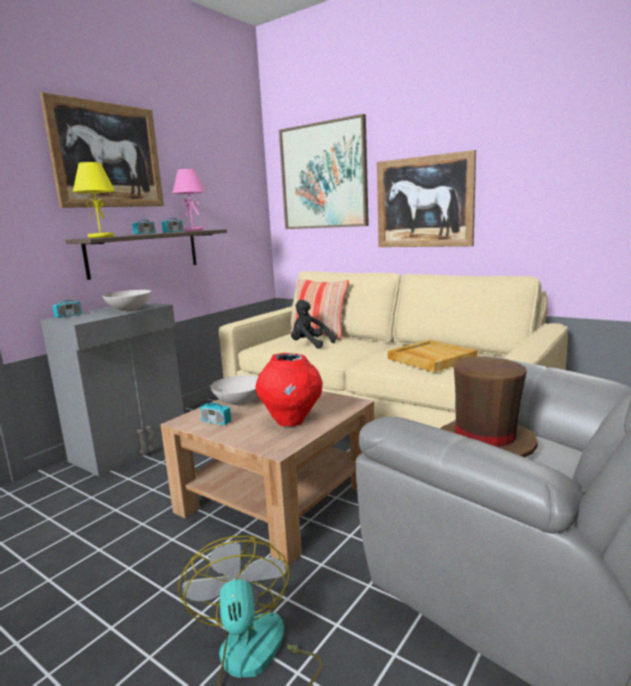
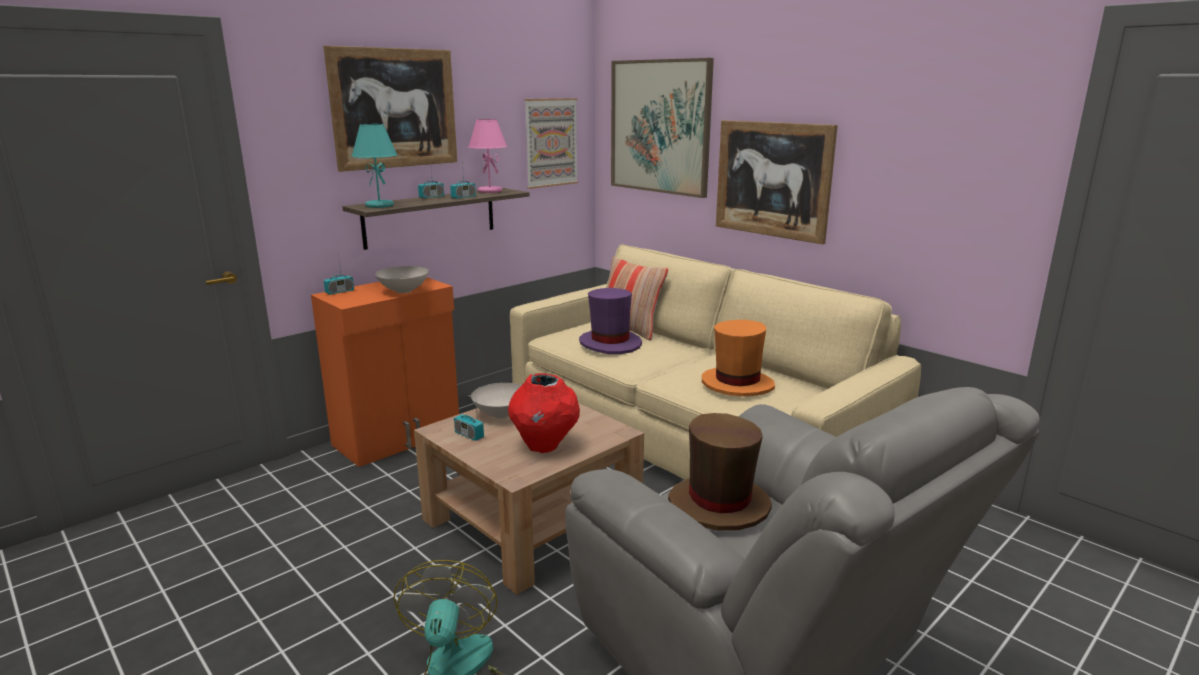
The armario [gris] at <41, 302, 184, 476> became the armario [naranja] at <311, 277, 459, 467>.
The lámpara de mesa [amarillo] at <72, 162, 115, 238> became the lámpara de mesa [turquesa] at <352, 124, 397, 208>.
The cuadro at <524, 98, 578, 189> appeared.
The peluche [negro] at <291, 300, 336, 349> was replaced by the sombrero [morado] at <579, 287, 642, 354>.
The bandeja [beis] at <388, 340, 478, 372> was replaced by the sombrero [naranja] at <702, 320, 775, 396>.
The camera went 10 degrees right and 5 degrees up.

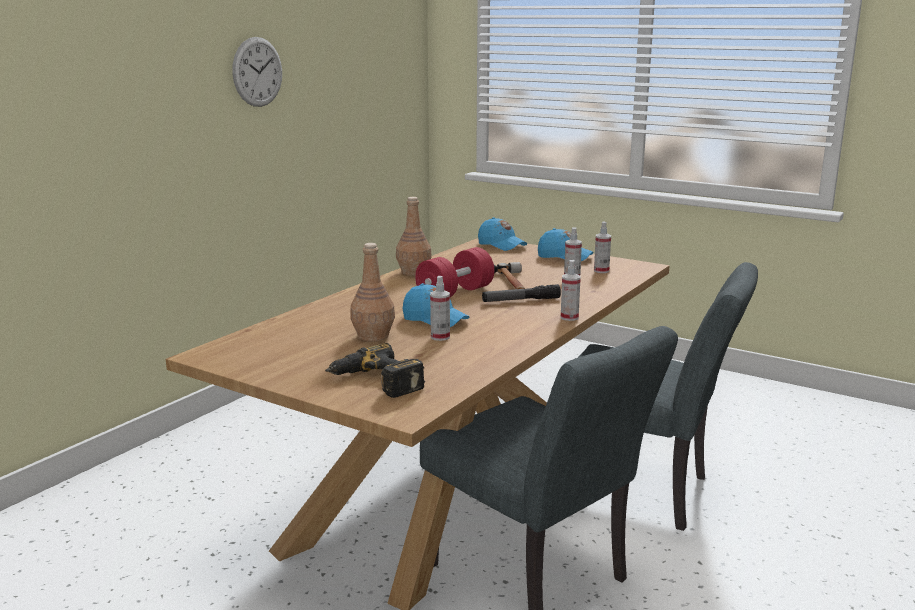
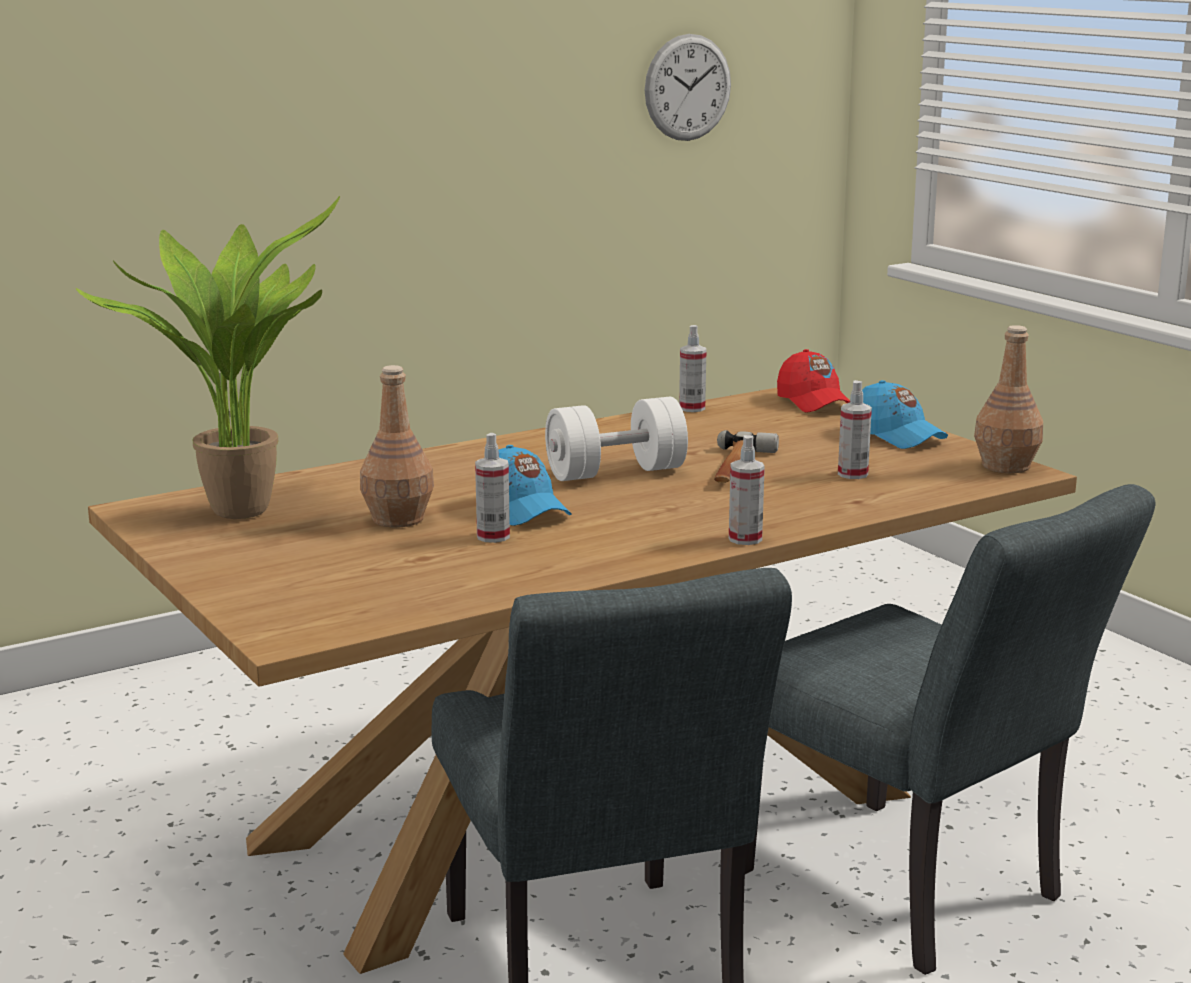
The planta en maceta at <76, 196, 340, 519> appeared.
The mancuerna [rojo] at <415, 247, 494, 297> became the mancuerna [blanco] at <545, 397, 688, 481>.
The reloj de pared moved from <232, 37, 282, 107> to <645, 34, 731, 141>.
The pulverizador moved from <594, 221, 611, 273> to <679, 325, 707, 412>.
The gorra [azul] at <478, 217, 527, 251> became the gorra [rojo] at <777, 349, 850, 413>.
The botella [marrón] moved from <396, 197, 432, 276> to <974, 325, 1043, 473>.
The taladro at <325, 343, 425, 398> disappeared.
The linterna at <482, 284, 561, 302> disappeared.
The camera went 25 degrees right and 0 degrees up.

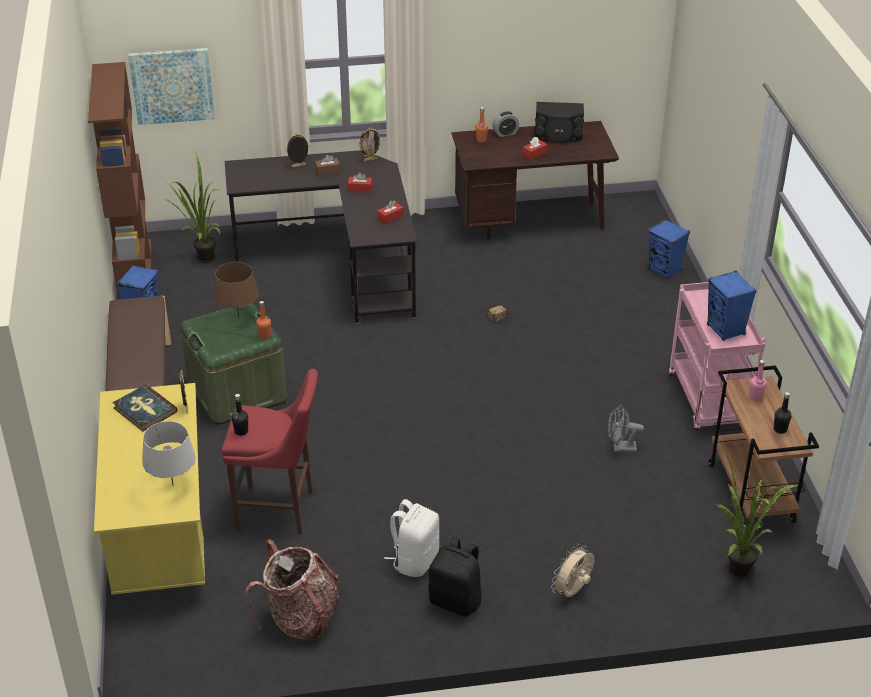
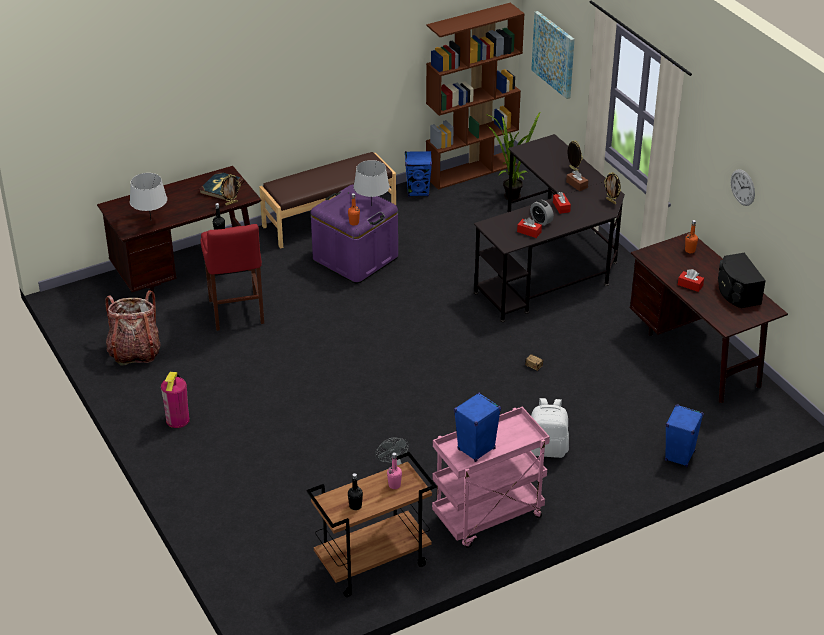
The escritorio [amarillo] at <94, 383, 205, 595> became the escritorio [marrón] at <97, 166, 261, 298>.
The mochila [negro] at <428, 537, 482, 617> was replaced by the extintor at <161, 372, 190, 428>.
The caja de almacenaje [verde] at <180, 303, 287, 425> became the caja de almacenaje [morado] at <311, 184, 398, 284>.
The lámpara de mesa [marrón] at <214, 262, 259, 318> became the lámpara de mesa [gris] at <354, 160, 390, 201>.
The despertador moved from <492, 111, 519, 137> to <530, 200, 554, 226>.
The mochila [blanco] moved from <384, 499, 439, 577> to <531, 398, 569, 458>.
The reloj de pared at <731, 169, 755, 206> appeared.
The ventilador [beis] at <551, 544, 595, 597> disappeared.
The planta en maceta at <715, 450, 798, 579> disappeared.
The camera went 70 degrees right and 0 degrees up.

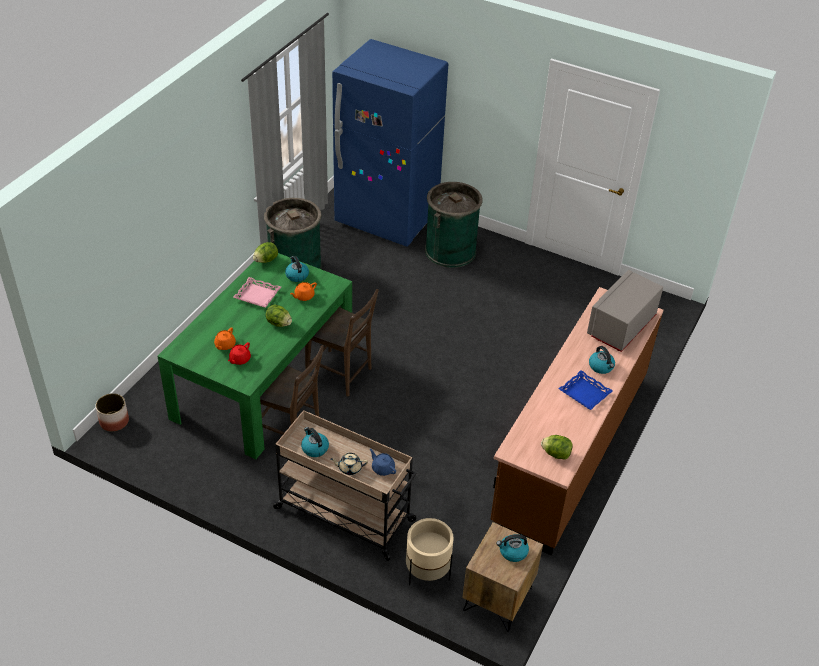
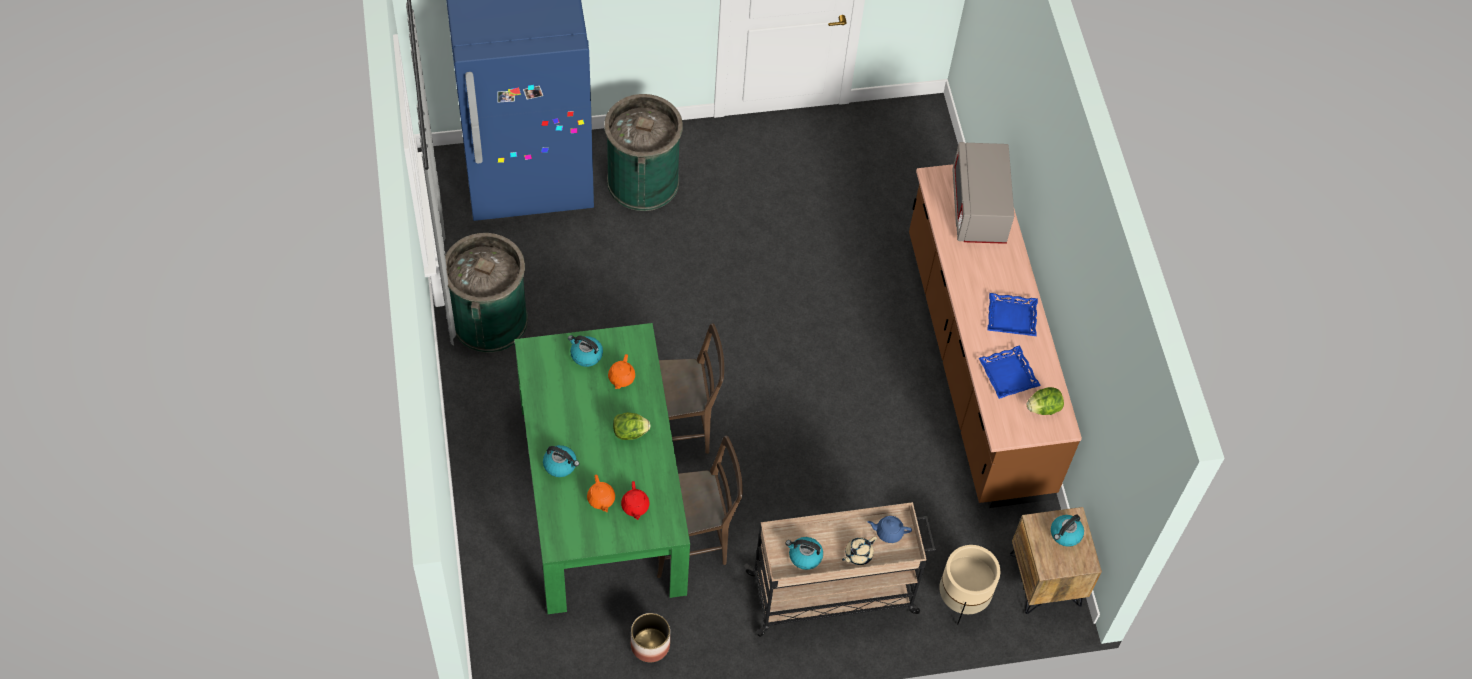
The hervidor moved from <589, 346, 615, 374> to <543, 445, 579, 477>.
The maceta moved from <96, 393, 129, 431> to <631, 613, 670, 662>.
The bandeja [azul] at <979, 345, 1041, 399> appeared.
The bandeja [rosa] at <233, 277, 281, 307> disappeared.
The lechuga at <253, 242, 278, 263> disappeared.
The camera went 40 degrees left and 15 degrees up.

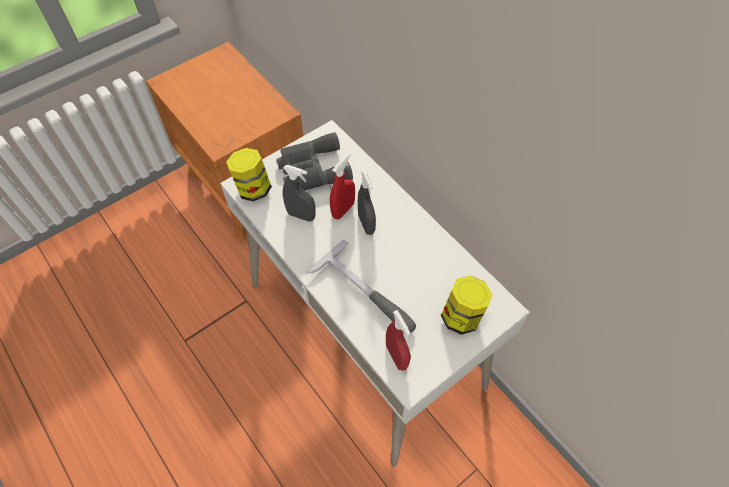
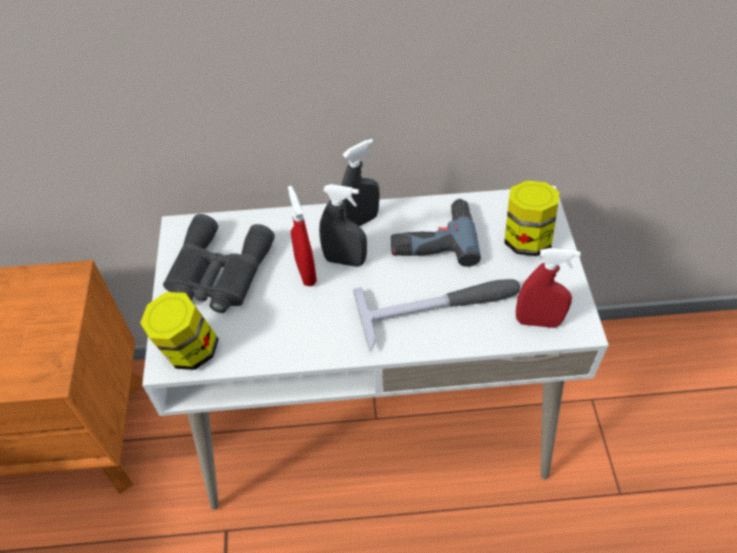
The pulverizador [gris] moved from <283, 165, 316, 222> to <341, 139, 380, 226>.
The taladro at <391, 199, 481, 267> appeared.
The camera went 55 degrees left and 5 degrees down.

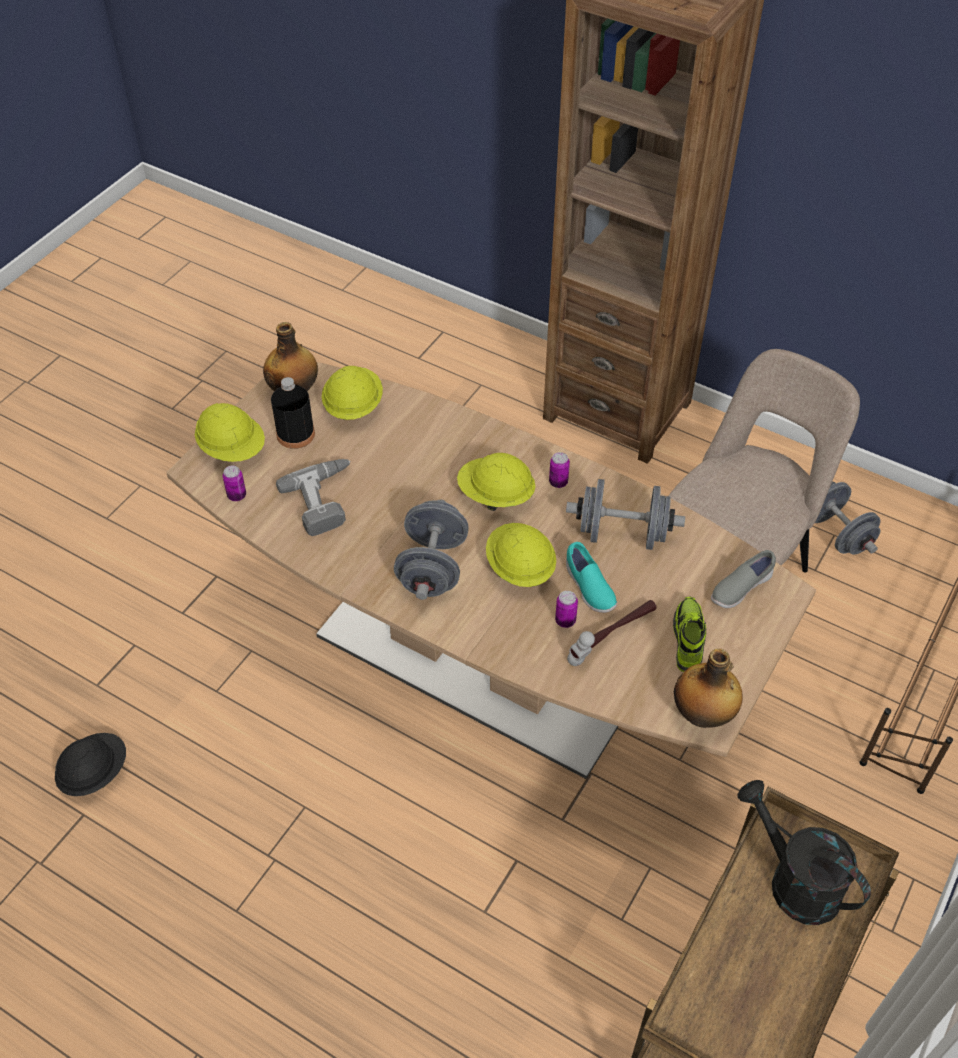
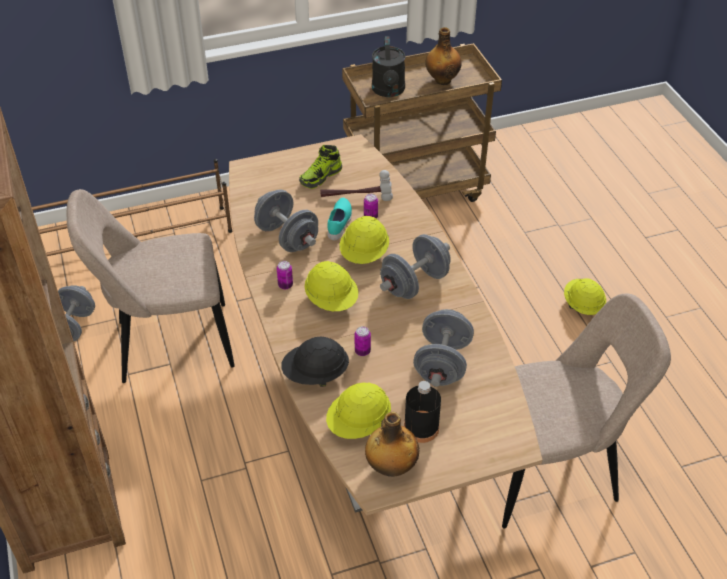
The casco [negro] moved from <55, 733, 126, 796> to <281, 337, 349, 387>.
The lata moved from <223, 466, 246, 501> to <355, 326, 371, 356>.
The taladro at <276, 459, 351, 536> was replaced by the mancuerna [gris] at <413, 309, 474, 387>.
The botella moved from <674, 649, 743, 728> to <425, 27, 462, 85>.
The silla [beis] at <502, 293, 671, 529> appeared.
The casco [amarillo] moved from <195, 403, 265, 462> to <564, 278, 606, 315>.
The zapato [gris] at <711, 550, 776, 608> disappeared.
The camera went 140 degrees left and 5 degrees down.

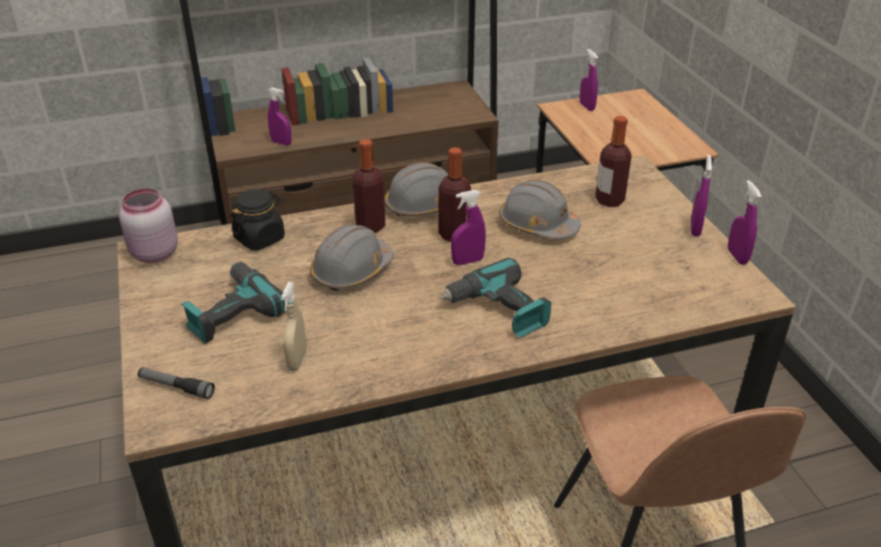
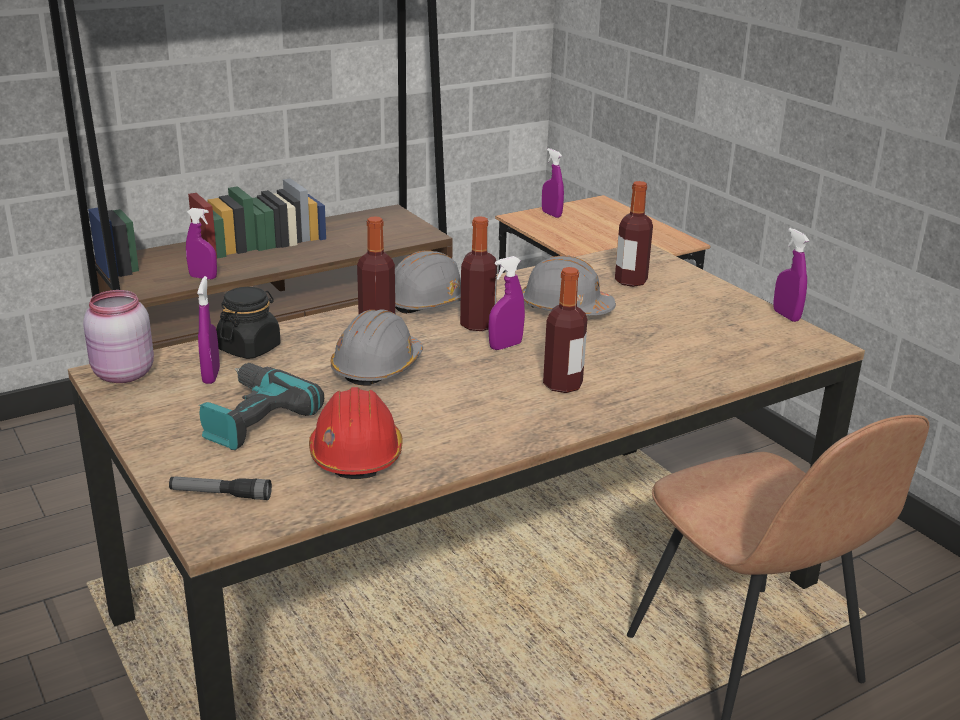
The pulverizador [morado] moved from <691, 155, 712, 236> to <197, 276, 220, 384>.
The pulverizador [beis] at <281, 282, 307, 371> was replaced by the casco [rojo] at <309, 387, 403, 479>.
The taladro at <439, 258, 551, 338> was replaced by the botella at <543, 267, 587, 393>.
The camera went 15 degrees left and 10 degrees down.

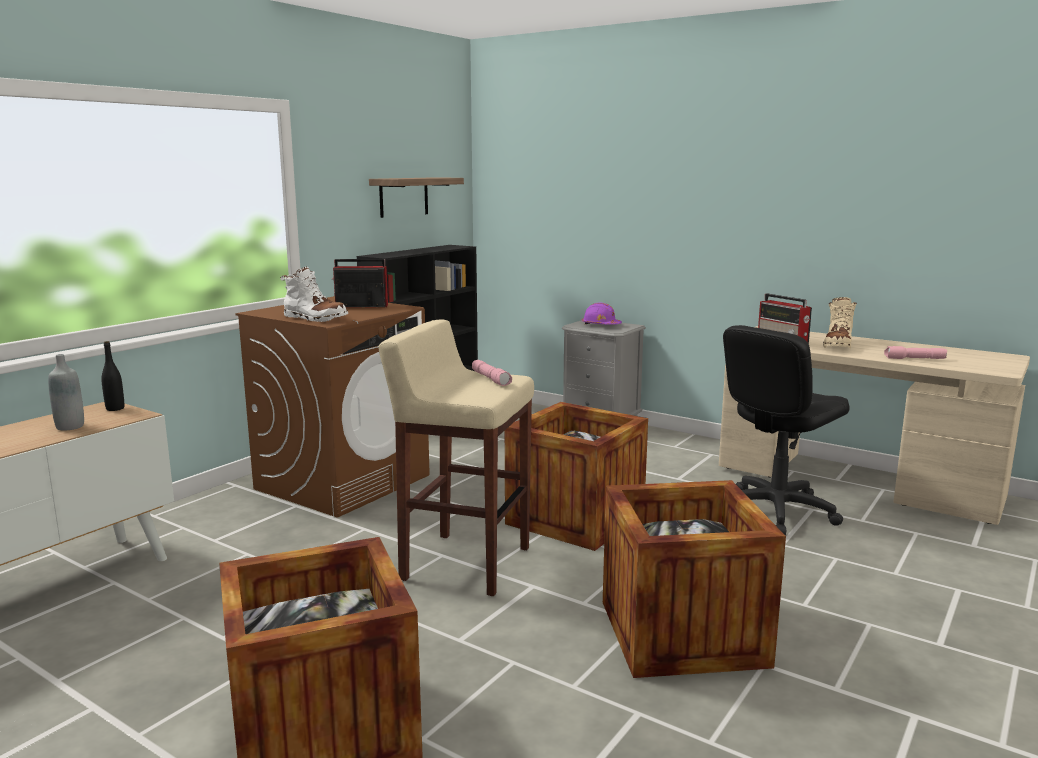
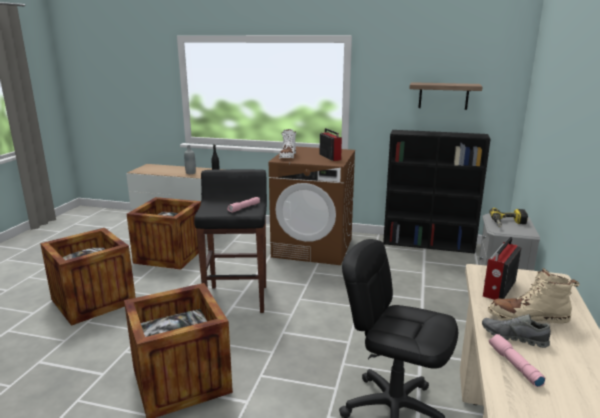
The caja de embalaje moved from <505, 402, 648, 551> to <127, 197, 201, 270>.
The taburete [beis] at <378, 319, 534, 596> became the taburete [negro] at <194, 169, 267, 313>.
The zapato [gris] at <482, 314, 551, 348> appeared.
The casco [morado] at <582, 302, 622, 325> was replaced by the taladro at <489, 208, 528, 227>.
The camera went 70 degrees right and 5 degrees up.

